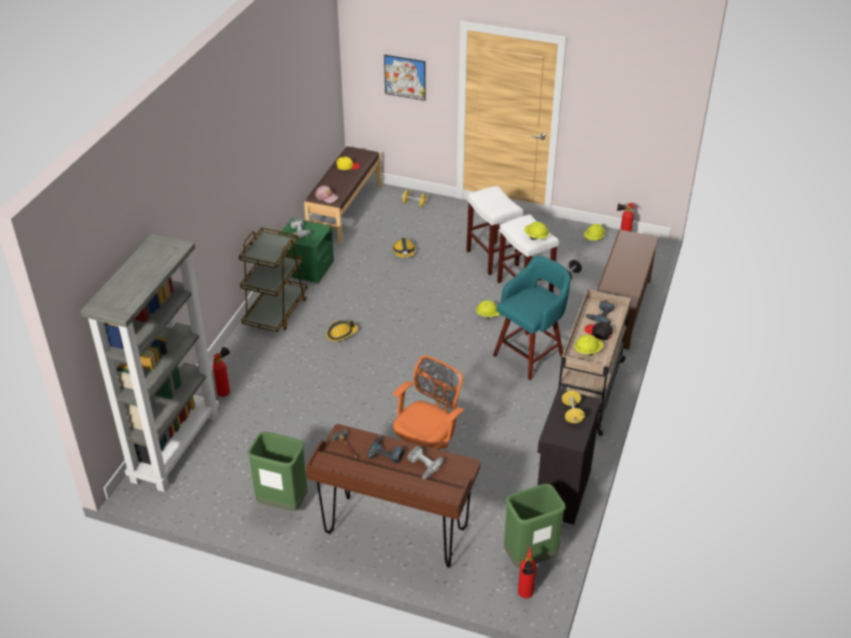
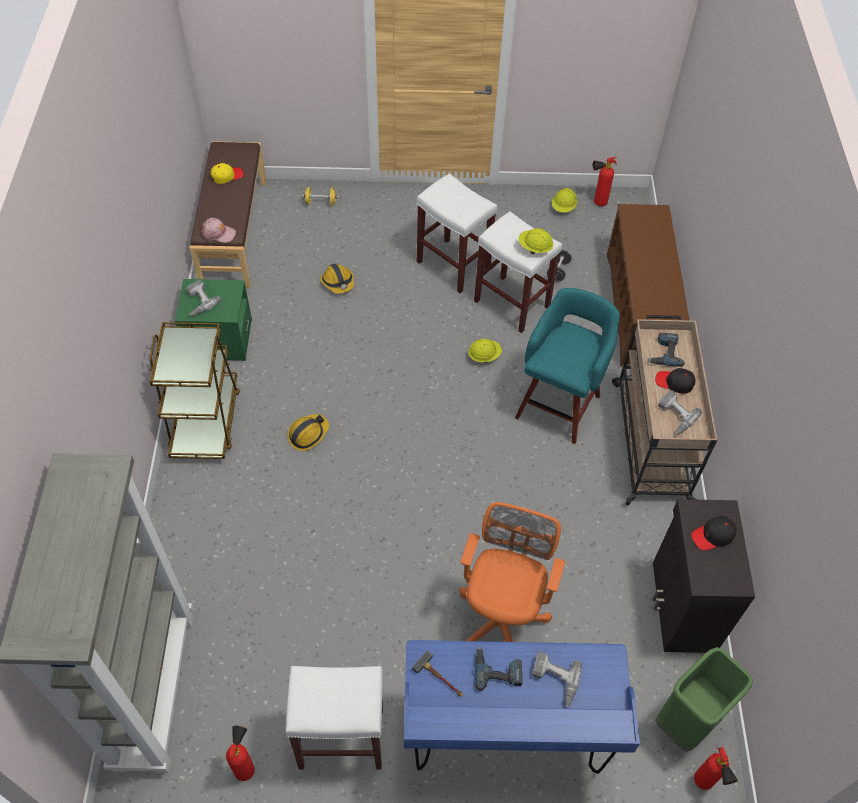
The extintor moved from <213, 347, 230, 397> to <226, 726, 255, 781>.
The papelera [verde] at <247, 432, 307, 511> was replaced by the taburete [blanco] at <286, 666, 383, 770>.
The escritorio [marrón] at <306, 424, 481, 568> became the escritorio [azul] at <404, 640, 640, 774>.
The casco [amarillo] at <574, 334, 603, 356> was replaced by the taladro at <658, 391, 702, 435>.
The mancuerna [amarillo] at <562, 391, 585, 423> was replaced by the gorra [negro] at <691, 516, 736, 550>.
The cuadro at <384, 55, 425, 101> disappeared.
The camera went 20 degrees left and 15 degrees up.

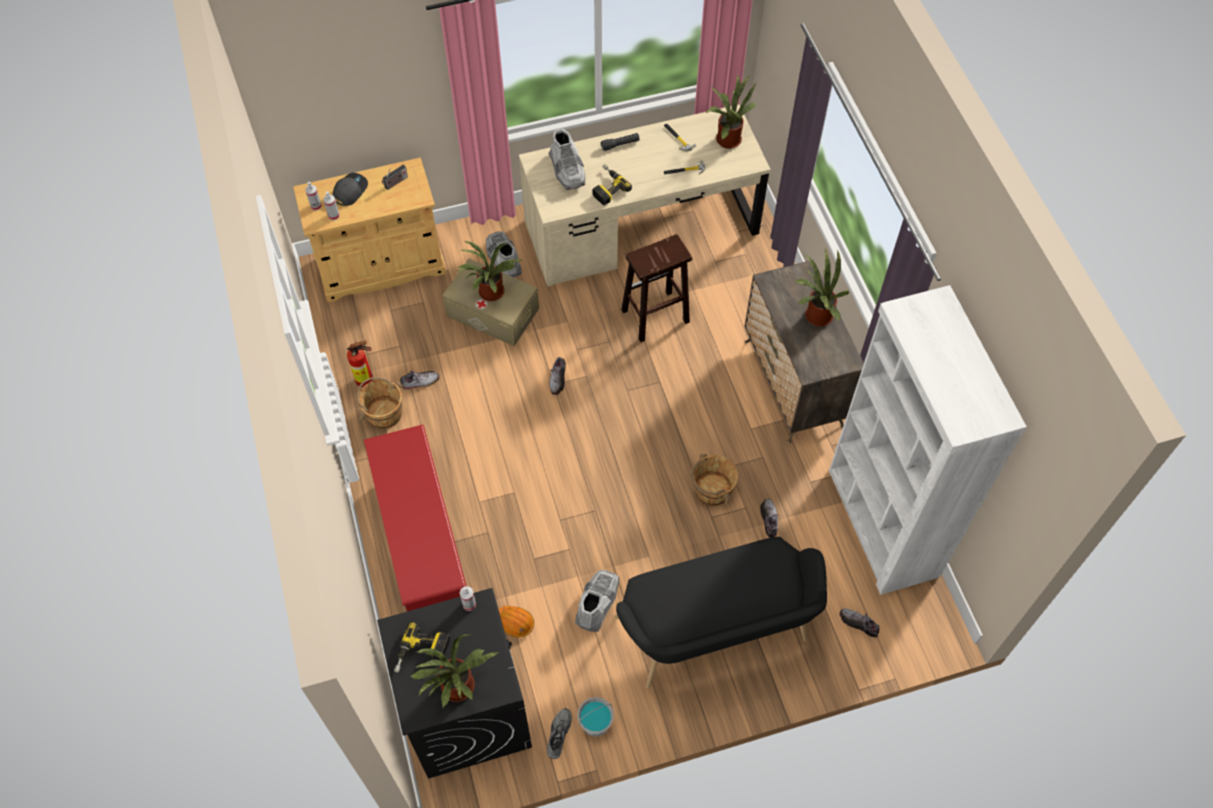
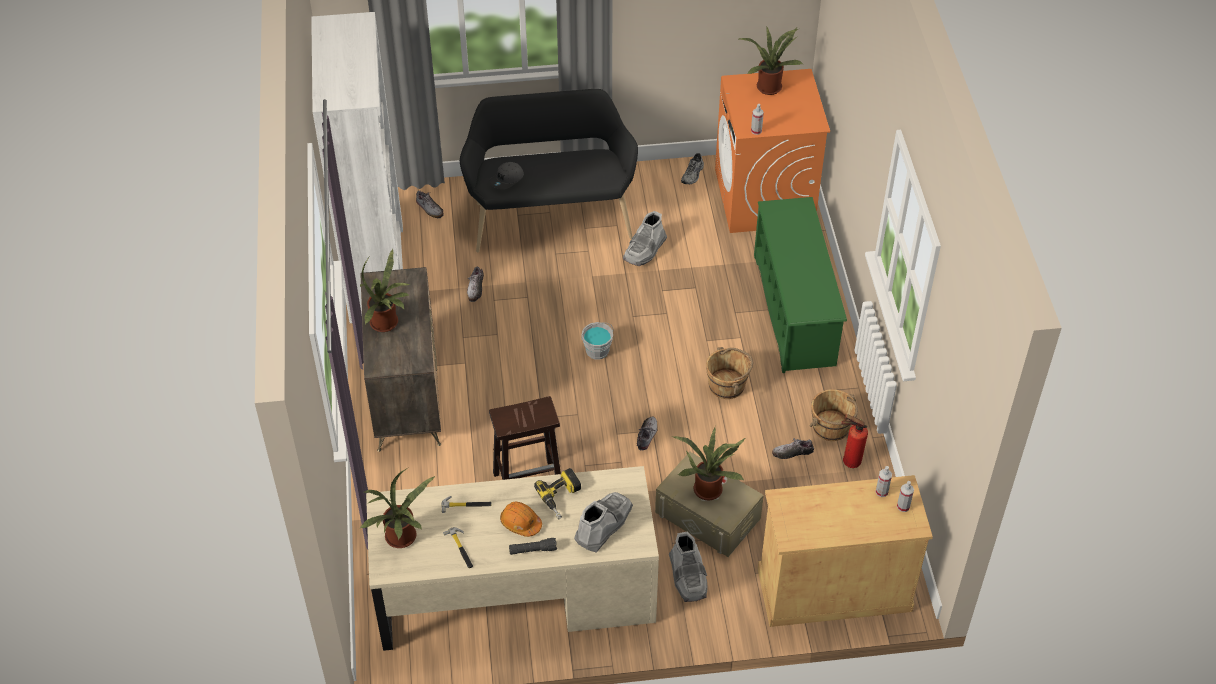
The gorra [gris] moved from <333, 173, 368, 206> to <489, 162, 524, 189>.
The casco [naranja] moved from <499, 606, 534, 638> to <500, 501, 542, 537>.
The bota [gris] at <549, 128, 585, 190> turned 45 degrees clockwise.
The cubo [gris] moved from <577, 697, 614, 737> to <581, 322, 613, 360>.
The cubo [marrón] moved from <691, 454, 738, 506> to <706, 347, 753, 399>.
The lavadora [negro] at <377, 588, 532, 779> became the lavadora [naranja] at <715, 69, 830, 233>.
The zapatero [rojo] at <364, 424, 466, 611> became the zapatero [verde] at <754, 197, 847, 373>.
The radio at <382, 165, 408, 190> disappeared.
The taladro at <394, 622, 450, 672> disappeared.
The camera went 170 degrees left and 10 degrees down.

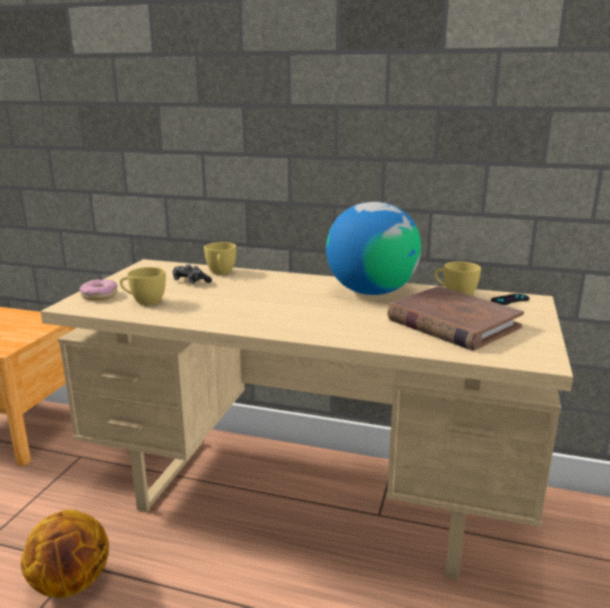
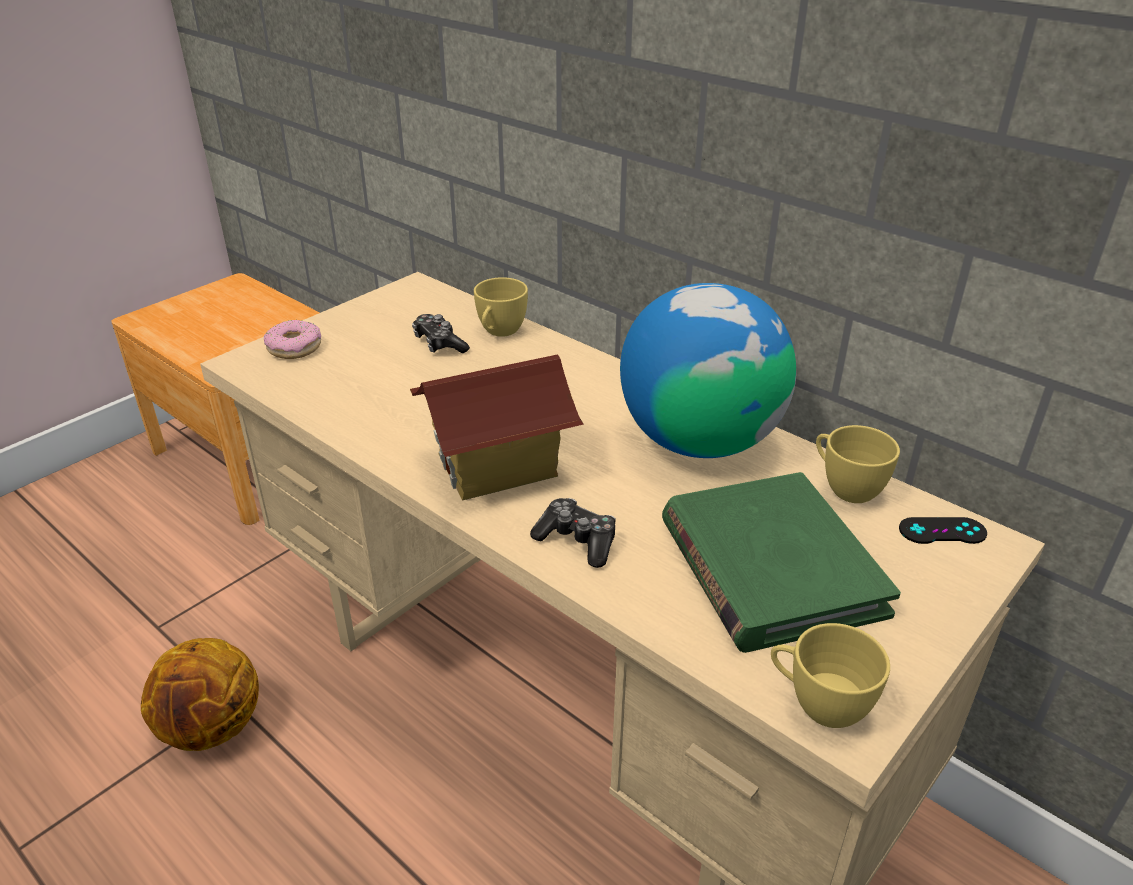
The casita at <410, 355, 584, 501> appeared.
The mando de consola at <530, 498, 616, 568> appeared.
The libro [marrón] at <387, 286, 524, 350> became the libro [verde] at <662, 472, 901, 653>.
The taza [amarillo] moved from <120, 267, 166, 305> to <771, 623, 890, 728>.
The camera went 25 degrees right and 15 degrees up.

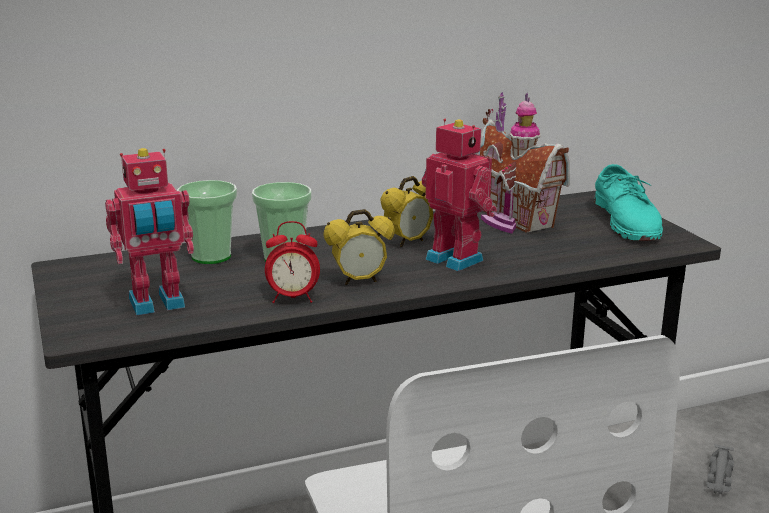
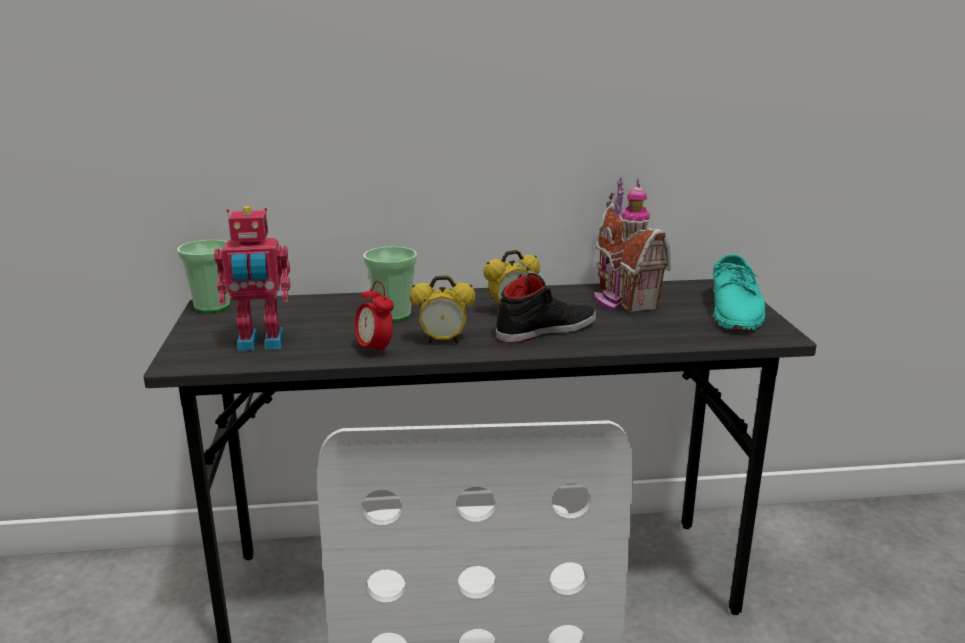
The taza moved from <177, 180, 237, 264> to <177, 240, 230, 313>.
The despertador at <265, 221, 320, 303> turned 45 degrees clockwise.
The robot de juguete at <422, 119, 497, 271> was replaced by the zapato [negro] at <496, 273, 596, 343>.
The coche de juguete [gris] at <706, 444, 734, 494> disappeared.
The camera went 15 degrees right and 0 degrees up.

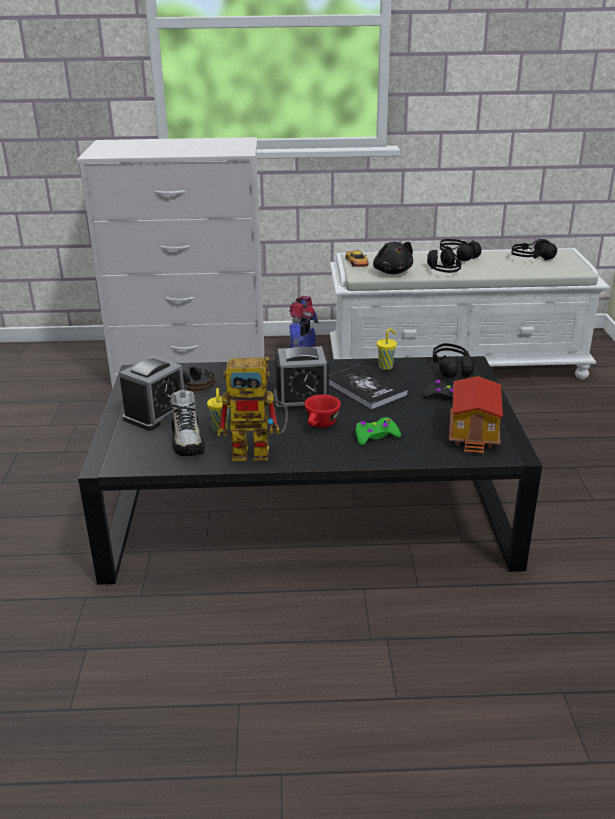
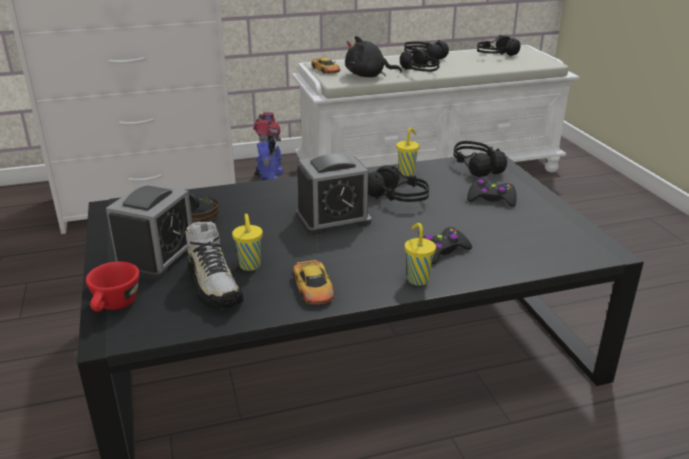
The taza [rojo] moved from <304, 394, 341, 428> to <86, 261, 139, 312>.
The robot de juguete at <217, 356, 288, 461> was replaced by the coche de juguete at <293, 234, 334, 305>.
The peluche [negro] at <373, 241, 413, 274> turned 120 degrees clockwise.
The libro at <329, 365, 408, 409> was replaced by the auriculares [negro] at <368, 165, 429, 202>.
The taza [amarillo] at <405, 223, 436, 286> appeared.
The mando de consola [verde] at <356, 417, 401, 445> became the mando de consola [negro] at <423, 227, 472, 264>.
The casita at <449, 376, 503, 454> disappeared.
The camera went 15 degrees left and 0 degrees up.

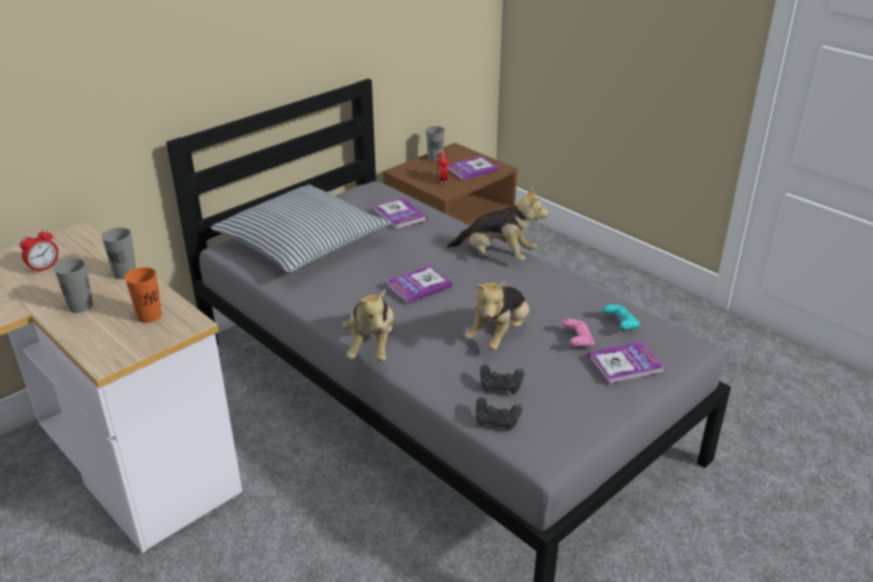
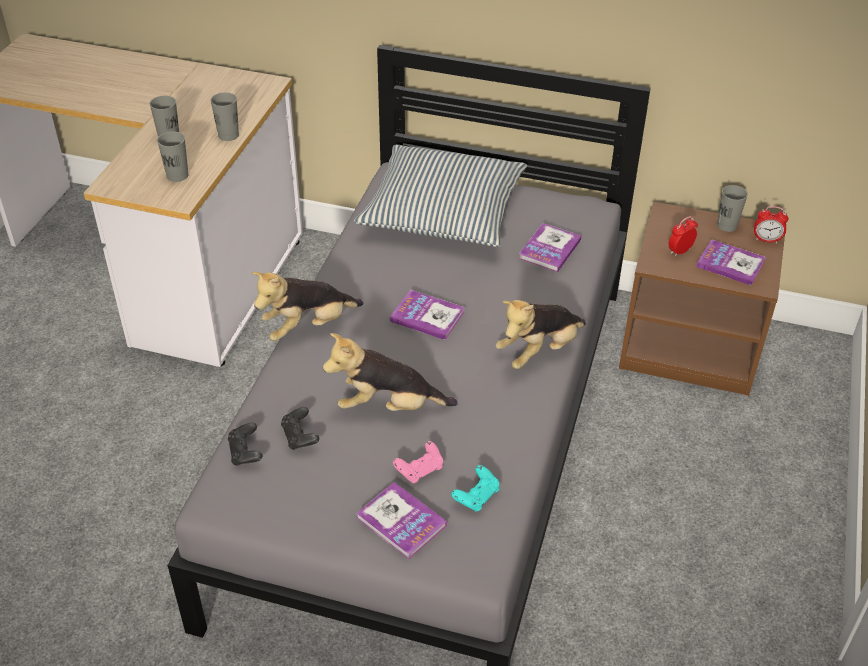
The taza [naranja] at <125, 267, 162, 323> became the taza [gris] at <157, 131, 188, 182>.
The peluche at <447, 186, 548, 260> turned 60 degrees clockwise.
The despertador moved from <20, 227, 58, 273> to <754, 206, 789, 243>.
The camera went 60 degrees right and 10 degrees up.

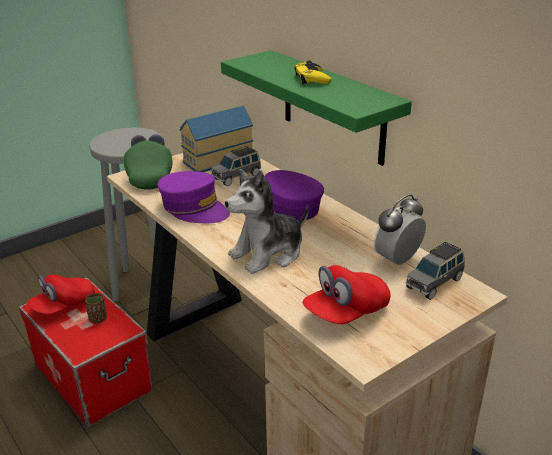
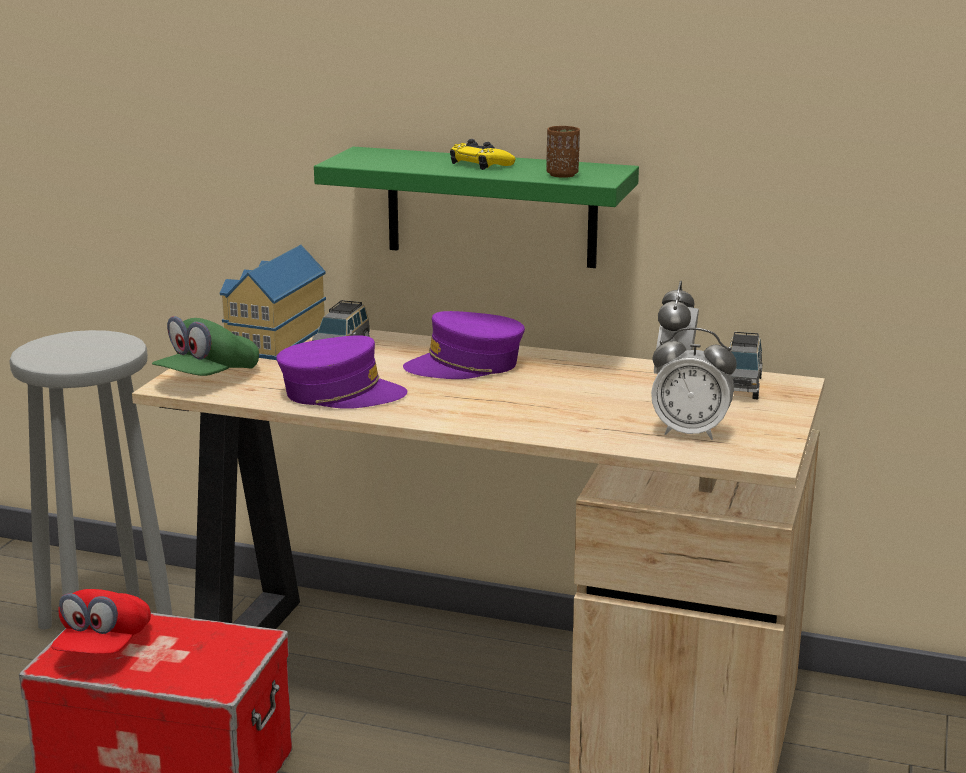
The gorra [verde] at <124, 134, 172, 190> turned 105 degrees counterclockwise.
The taza [marrón] moved from <85, 293, 107, 324> to <546, 126, 580, 178>.
The gorra [rojo] at <302, 265, 391, 324> was replaced by the despertador at <651, 328, 737, 440>.
The peluche at <225, 169, 309, 274> disappeared.
The camera went 35 degrees left and 10 degrees down.

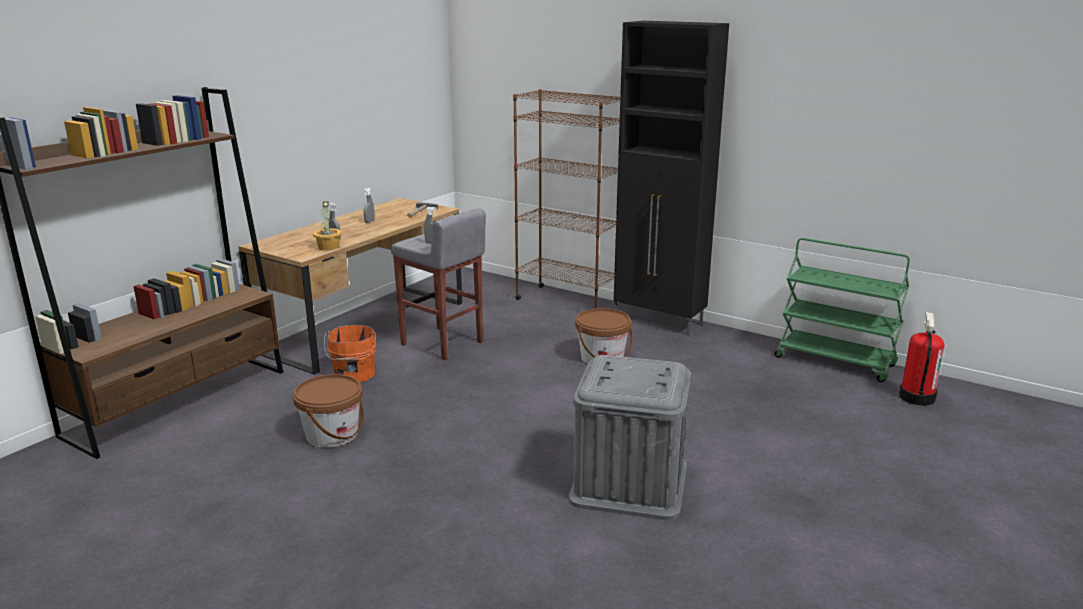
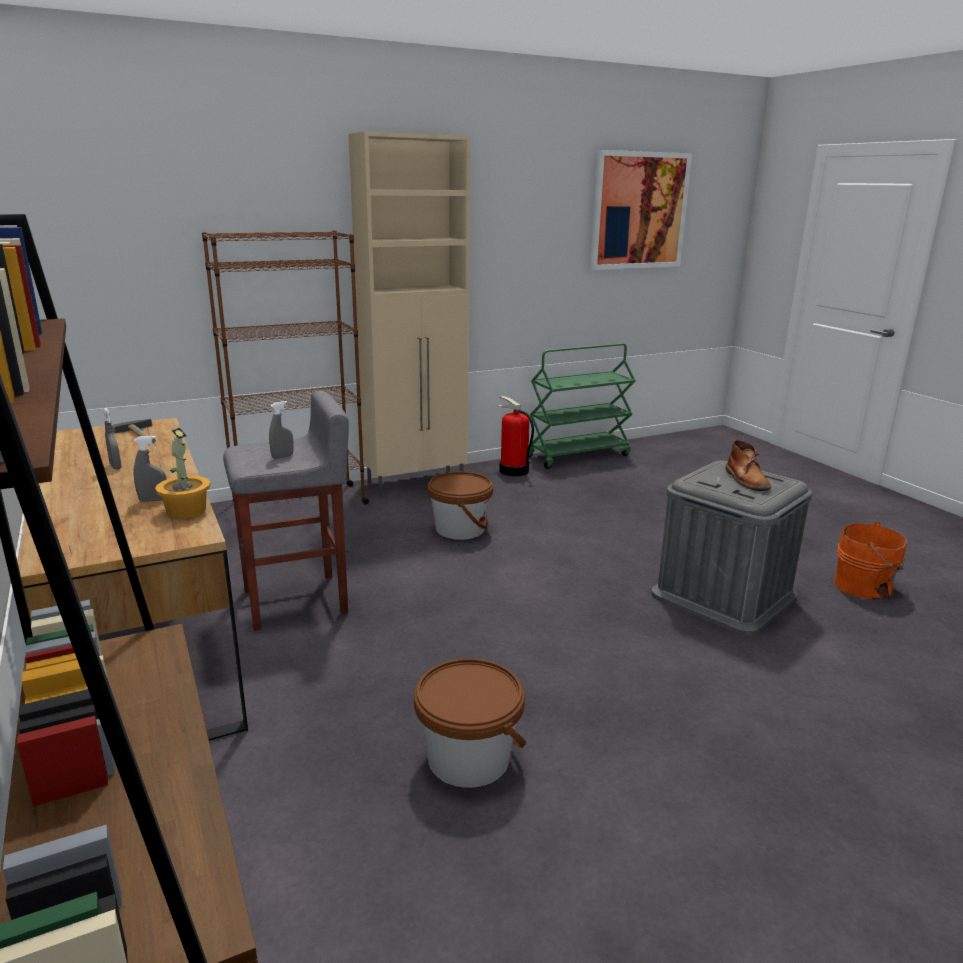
The armario [negro] at <614, 21, 729, 336> became the armario [beis] at <349, 131, 470, 496>.
The extintor moved from <899, 312, 944, 406> to <498, 396, 534, 476>.
The cuadro at <590, 150, 692, 270> appeared.
The bota [marrón] at <725, 440, 771, 491> appeared.
The cubo [naranja] moved from <324, 325, 376, 382> to <834, 522, 907, 600>.
The camera went 60 degrees left and 0 degrees up.

